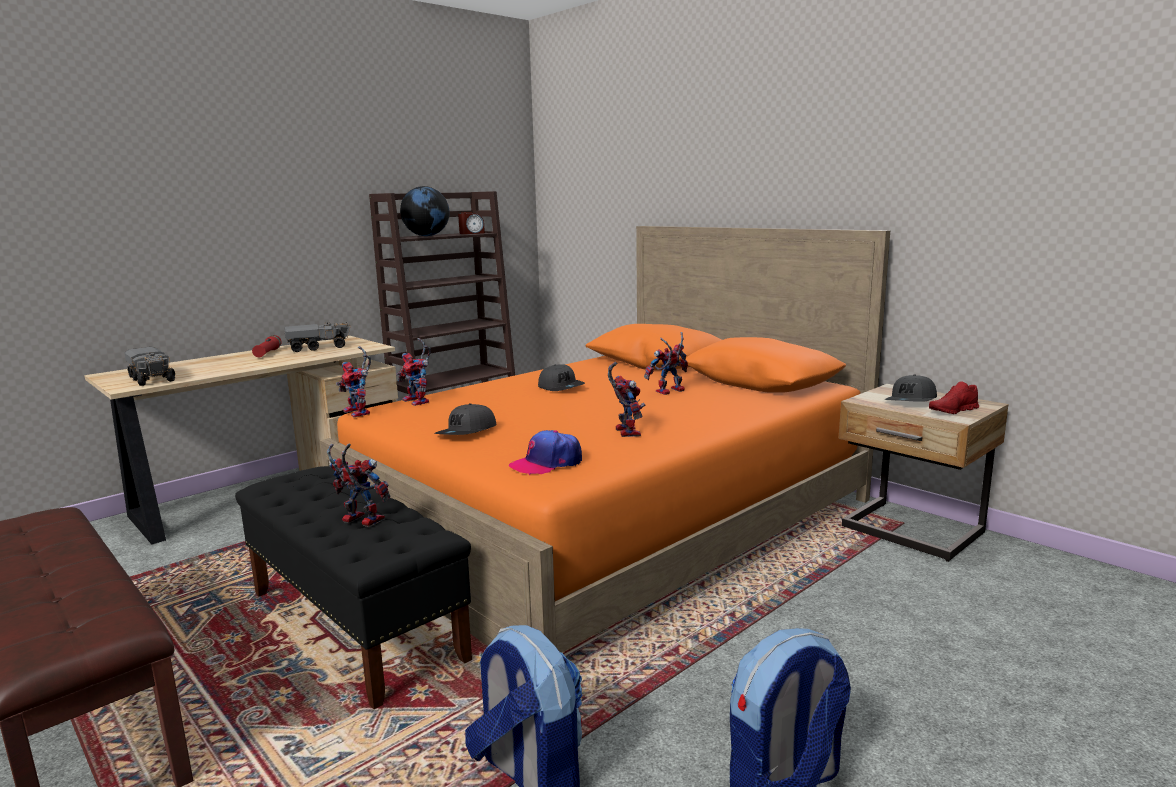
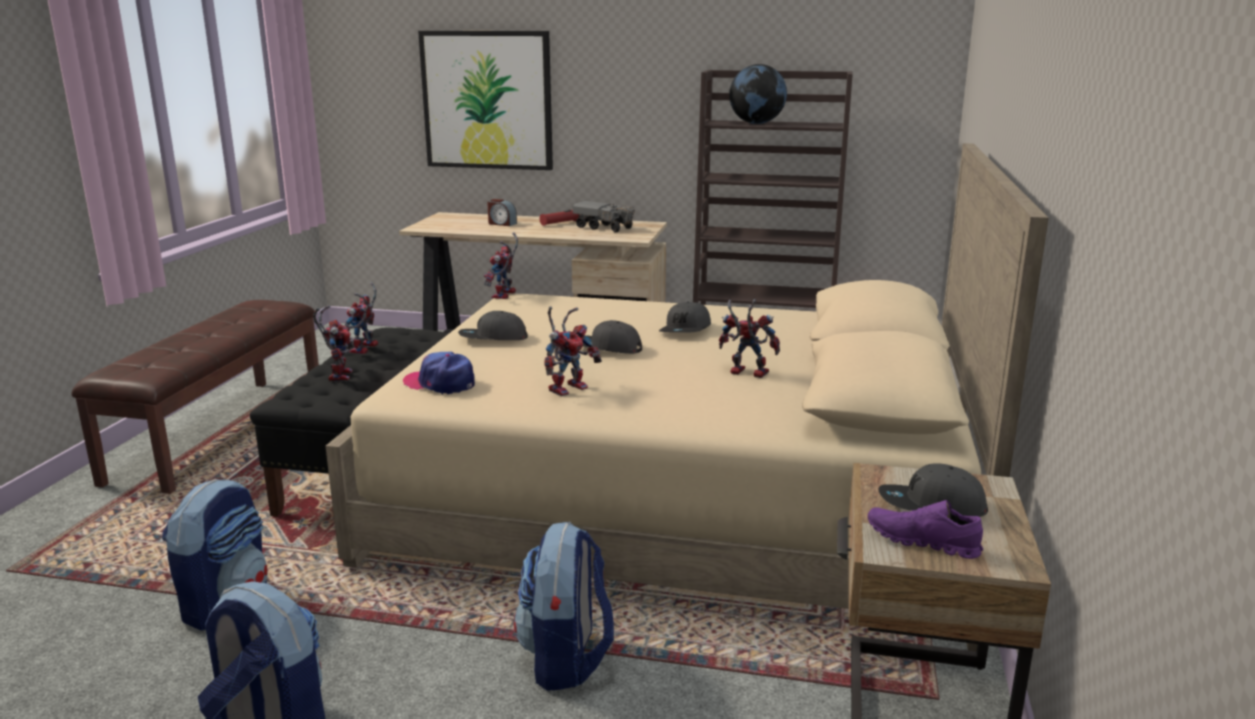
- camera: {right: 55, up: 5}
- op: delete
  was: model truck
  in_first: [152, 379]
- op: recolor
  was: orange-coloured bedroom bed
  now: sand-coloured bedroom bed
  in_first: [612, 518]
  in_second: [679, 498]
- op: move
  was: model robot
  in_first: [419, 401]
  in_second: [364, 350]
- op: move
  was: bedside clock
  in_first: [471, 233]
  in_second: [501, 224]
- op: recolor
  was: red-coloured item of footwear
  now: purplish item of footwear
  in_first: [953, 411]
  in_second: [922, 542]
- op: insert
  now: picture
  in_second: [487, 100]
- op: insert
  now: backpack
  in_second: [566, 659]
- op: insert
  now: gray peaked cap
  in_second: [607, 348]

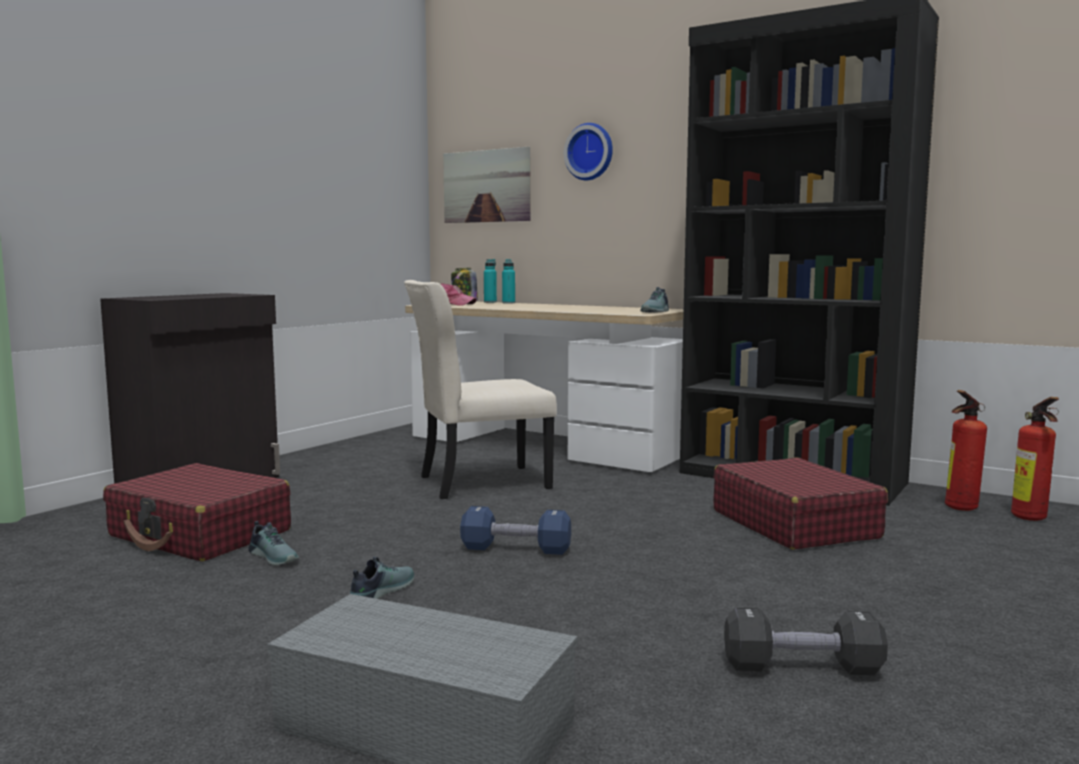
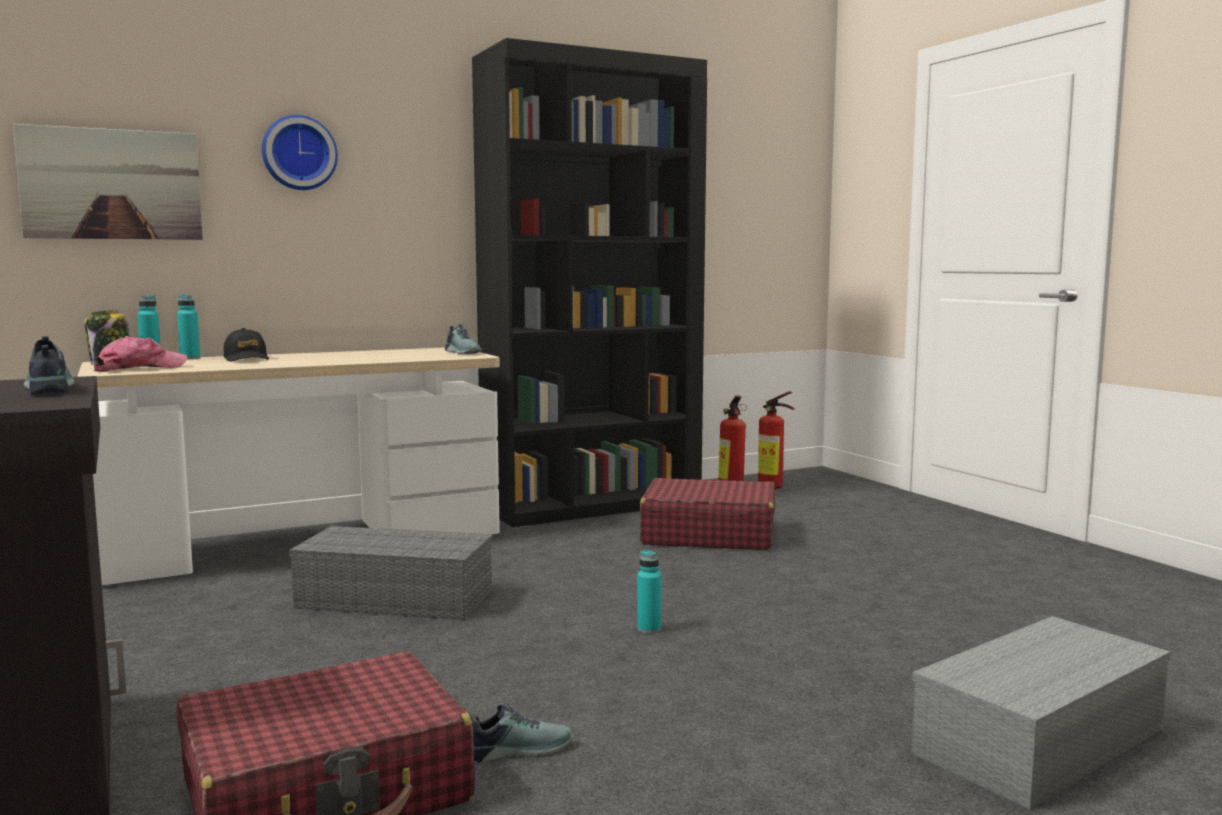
- camera: {right: -60, up: 0}
- op: move
  was: item of footwear
  in_first: [380, 591]
  in_second: [47, 389]
- op: replace
  was: sand-coloured upright chair
  now: gray storage box
  in_first: [478, 483]
  in_second: [392, 599]
- op: replace
  was: bluish dumbbell
  now: turquoise beverage bottle
  in_first: [516, 549]
  in_second: [649, 629]
- op: delete
  was: black-coloured dumbbell
  in_first: [802, 667]
- op: insert
  now: black-coloured peaked cap
  in_second: [246, 359]

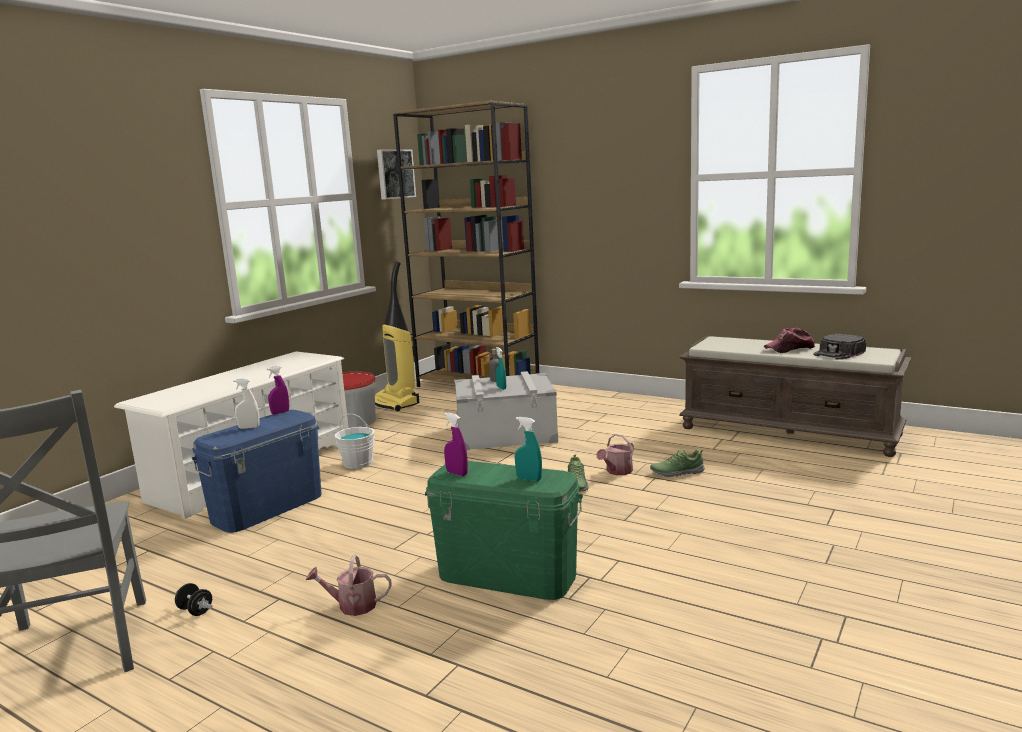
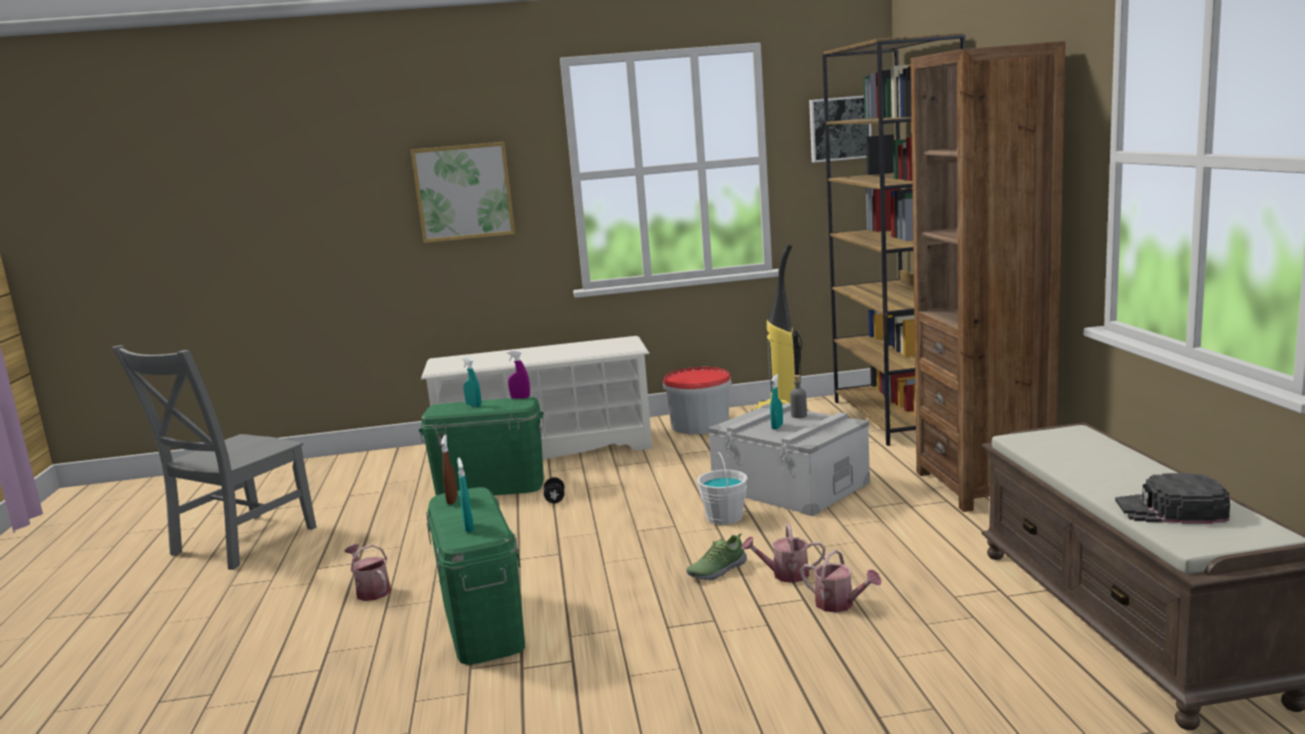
- camera: {right: 50, up: 0}
- op: move
  was: black-coloured dumbbell
  in_first: [195, 611]
  in_second: [555, 499]
- op: recolor
  was: bluish storage box
  now: greenish storage box
  in_first: [267, 507]
  in_second: [490, 487]
- op: recolor
  was: white-coloured hand sprayer
  now: turquoise hand sprayer
  in_first: [249, 427]
  in_second: [473, 405]
- op: move
  was: white-coloured pail
  in_first: [358, 463]
  in_second: [725, 517]
- op: recolor
  was: purplish hand sprayer
  now: brownish hand sprayer
  in_first: [457, 473]
  in_second: [452, 500]
- op: replace
  was: item of footwear
  now: sprinkling can
  in_first: [677, 472]
  in_second: [839, 604]
- op: delete
  was: peaked cap
  in_first: [789, 348]
- op: insert
  now: picture
  in_second: [464, 192]
- op: insert
  now: brownish shelving unit
  in_second: [983, 485]

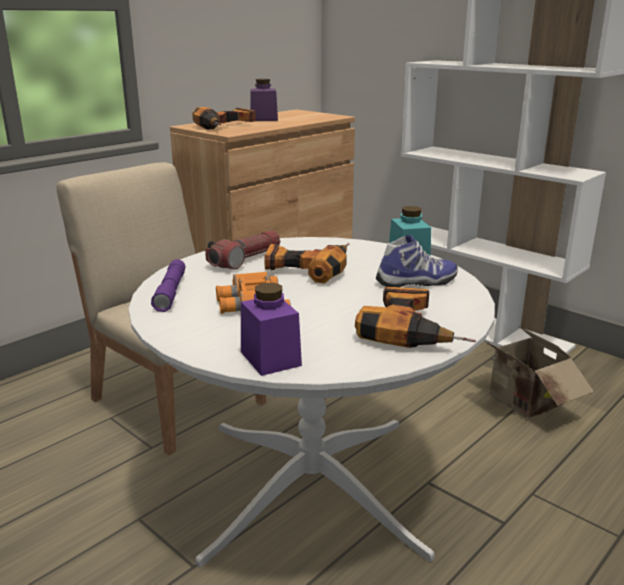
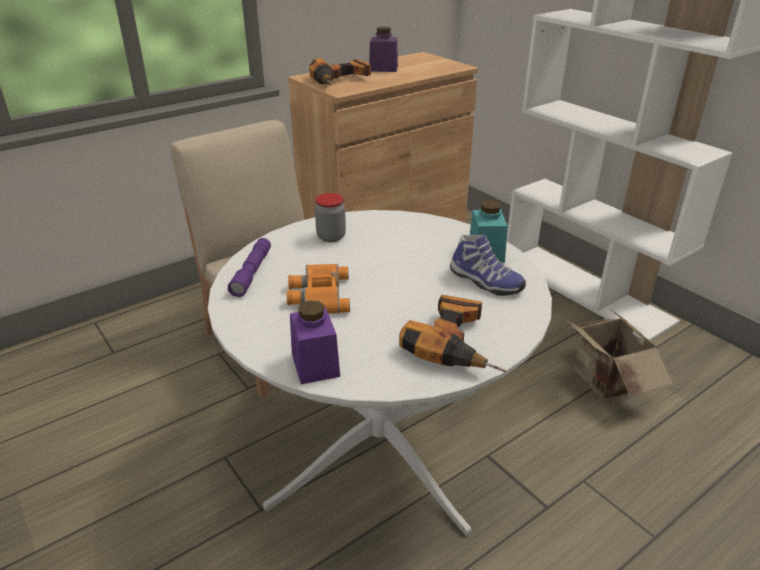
- camera: {right: 10, up: 10}
- op: replace
  was: torch
  now: jar
  in_first: [245, 260]
  in_second: [331, 237]
- op: delete
  was: power drill
  in_first: [307, 268]
- op: rotate
  was: item of footwear
  in_first: [417, 282]
  in_second: [484, 282]
  clockwise: 45

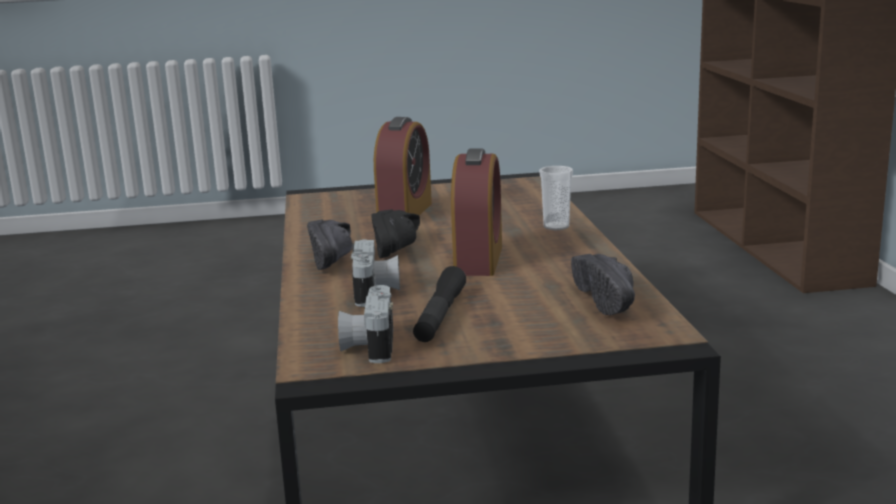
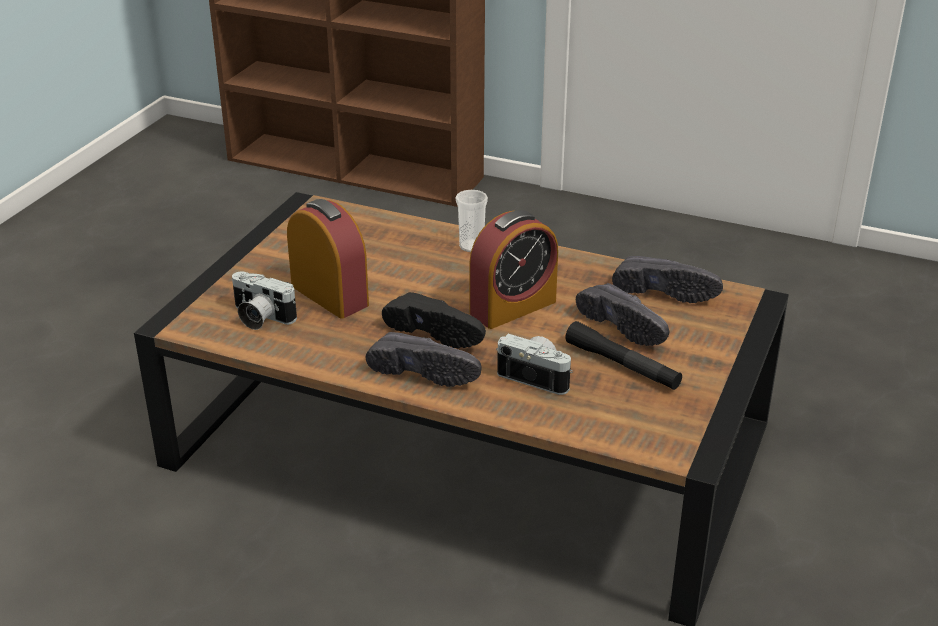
- camera: {right: -60, up: 15}
- op: move
  was: photo camera
  in_first: [368, 345]
  in_second: [259, 317]
- op: rotate
  was: bedside clock
  in_first: [478, 260]
  in_second: [513, 307]
  clockwise: 105
- op: insert
  now: black-coloured item of footwear
  in_second: [626, 326]

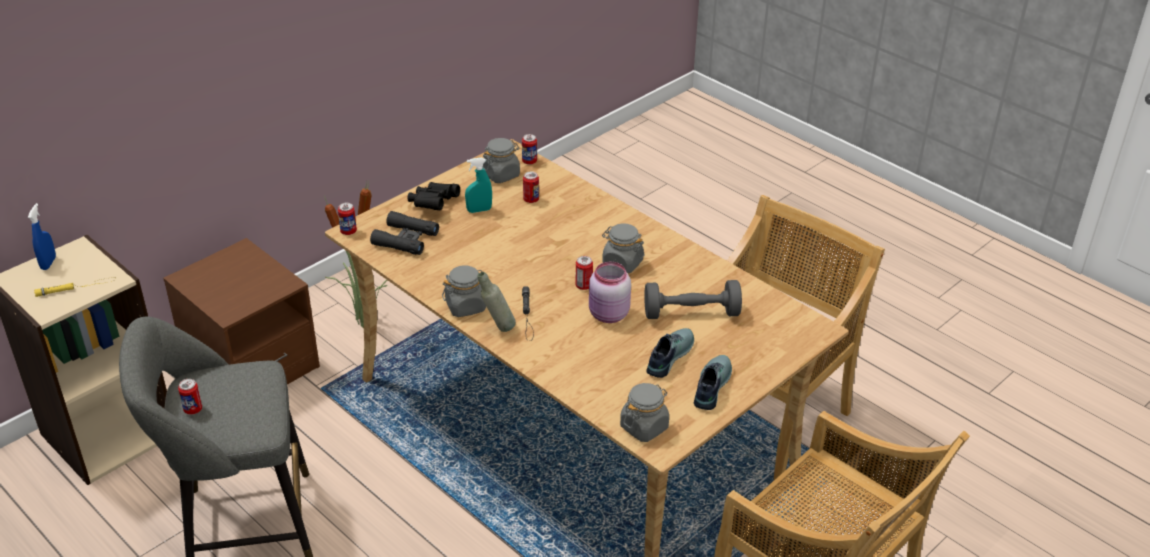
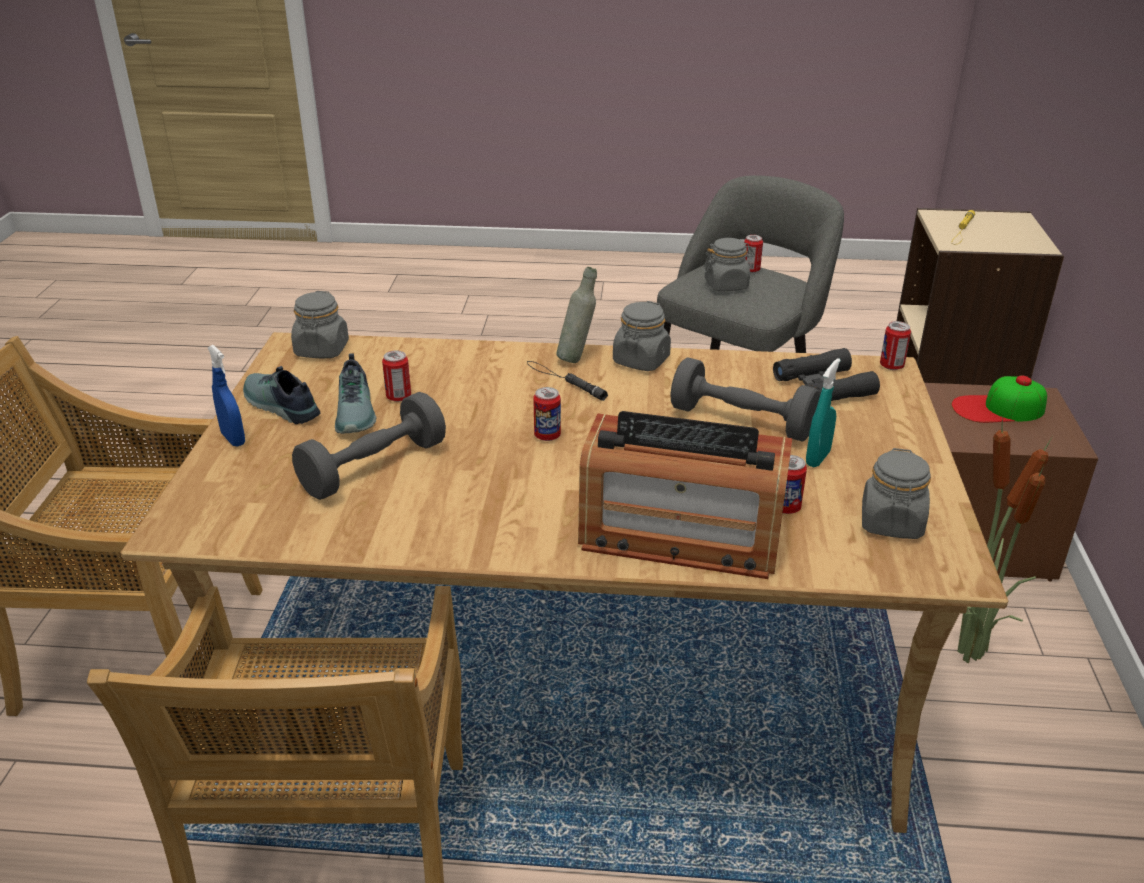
- camera: {right: 140, up: -5}
- op: move
  was: bluish hand sprayer
  in_first: [48, 263]
  in_second: [233, 439]
- op: delete
  was: black-coloured pair of binoculars
  in_first: [433, 204]
- op: move
  was: can
  in_first: [529, 161]
  in_second: [398, 397]
- op: delete
  was: pink jar
  in_first: [608, 315]
- op: move
  was: gray jar
  in_first: [622, 263]
  in_second: [726, 285]
- op: rotate
  was: item of footwear
  in_first: [710, 386]
  in_second: [279, 406]
  clockwise: 150
- op: insert
  now: radio receiver
  in_second: [680, 536]
- op: insert
  now: gray dumbbell
  in_second: [741, 421]
- op: insert
  now: peaked cap
  in_second: [998, 408]

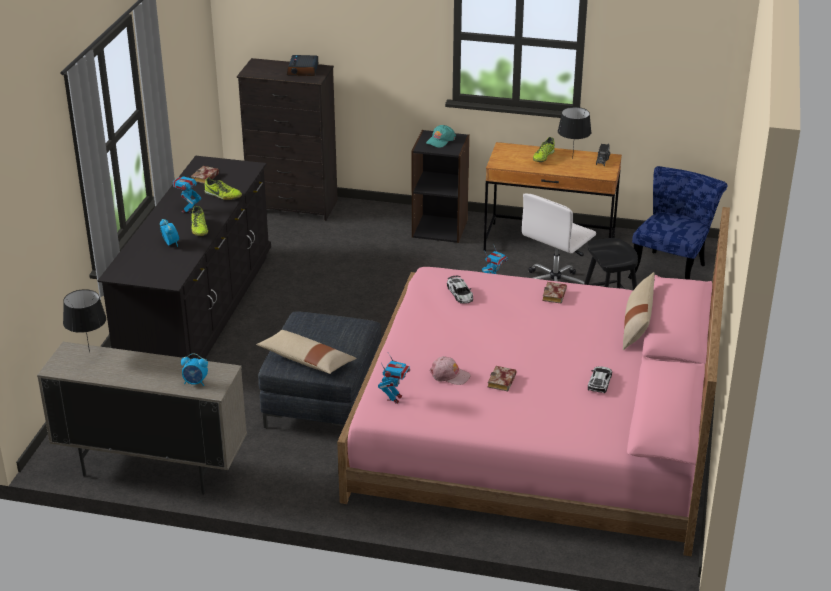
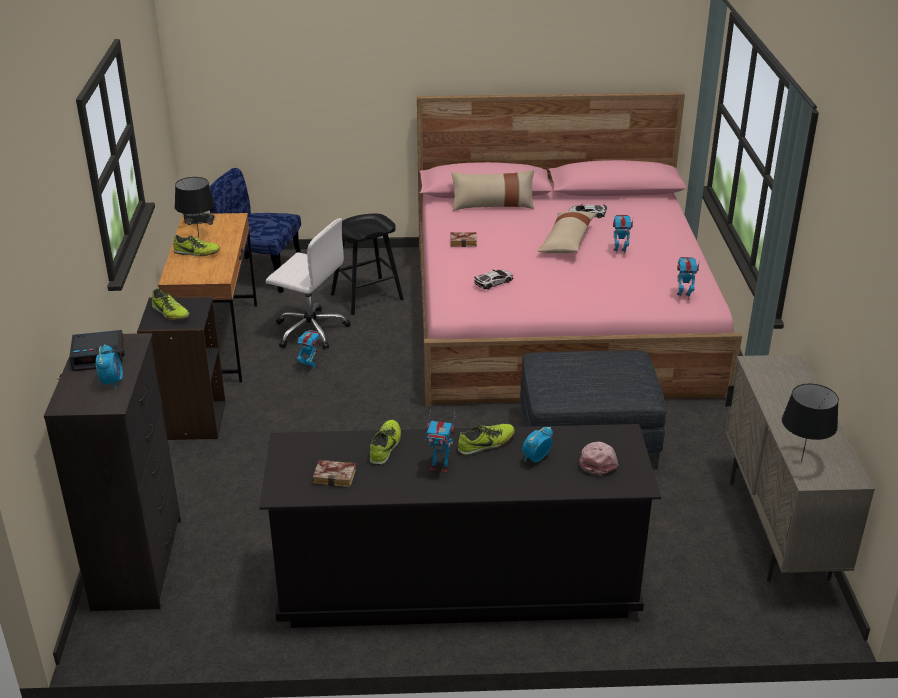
- camera: {right: -105, up: 0}
- op: move
  was: bedside clock
  in_first: [195, 382]
  in_second: [112, 382]
- op: move
  was: sand-coloured pillow
  in_first: [306, 360]
  in_second: [567, 241]
- op: replace
  was: turquoise peaked cap
  now: item of footwear
  in_first: [440, 140]
  in_second: [170, 313]
- op: move
  was: pink peaked cap
  in_first: [449, 375]
  in_second: [598, 460]
- op: replace
  was: bound book
  now: model robot
  in_first: [502, 382]
  in_second: [620, 252]

